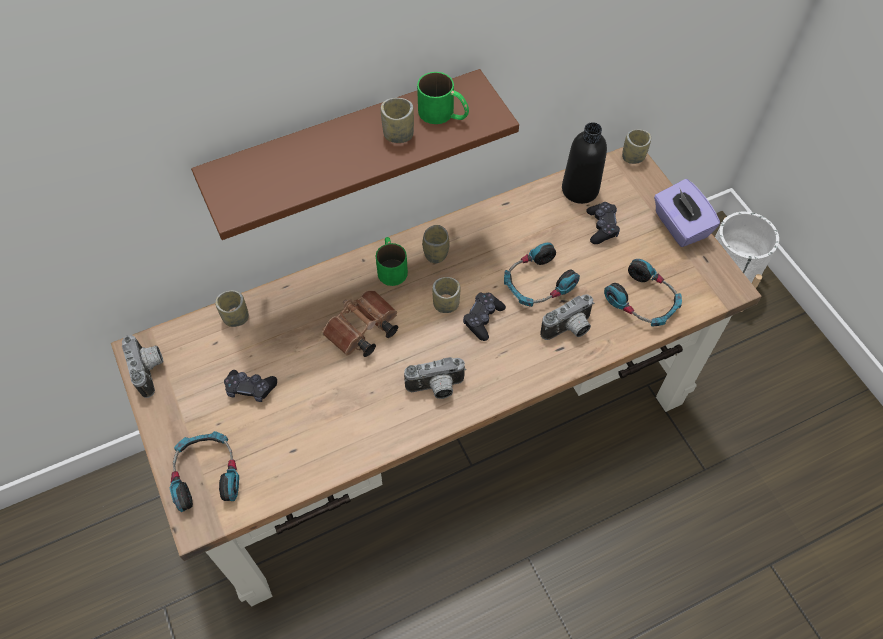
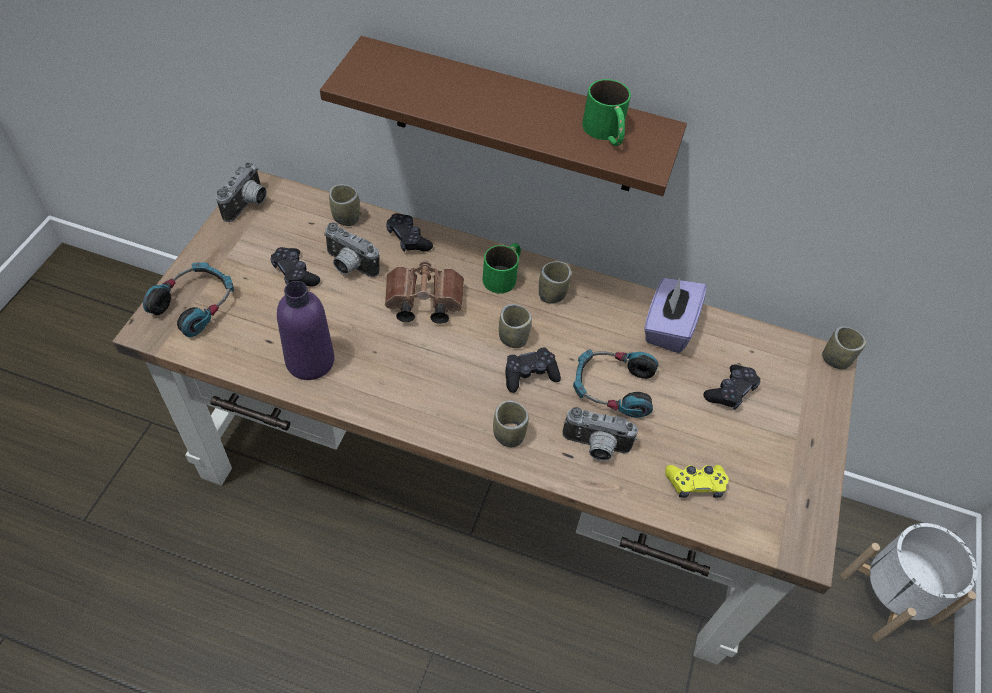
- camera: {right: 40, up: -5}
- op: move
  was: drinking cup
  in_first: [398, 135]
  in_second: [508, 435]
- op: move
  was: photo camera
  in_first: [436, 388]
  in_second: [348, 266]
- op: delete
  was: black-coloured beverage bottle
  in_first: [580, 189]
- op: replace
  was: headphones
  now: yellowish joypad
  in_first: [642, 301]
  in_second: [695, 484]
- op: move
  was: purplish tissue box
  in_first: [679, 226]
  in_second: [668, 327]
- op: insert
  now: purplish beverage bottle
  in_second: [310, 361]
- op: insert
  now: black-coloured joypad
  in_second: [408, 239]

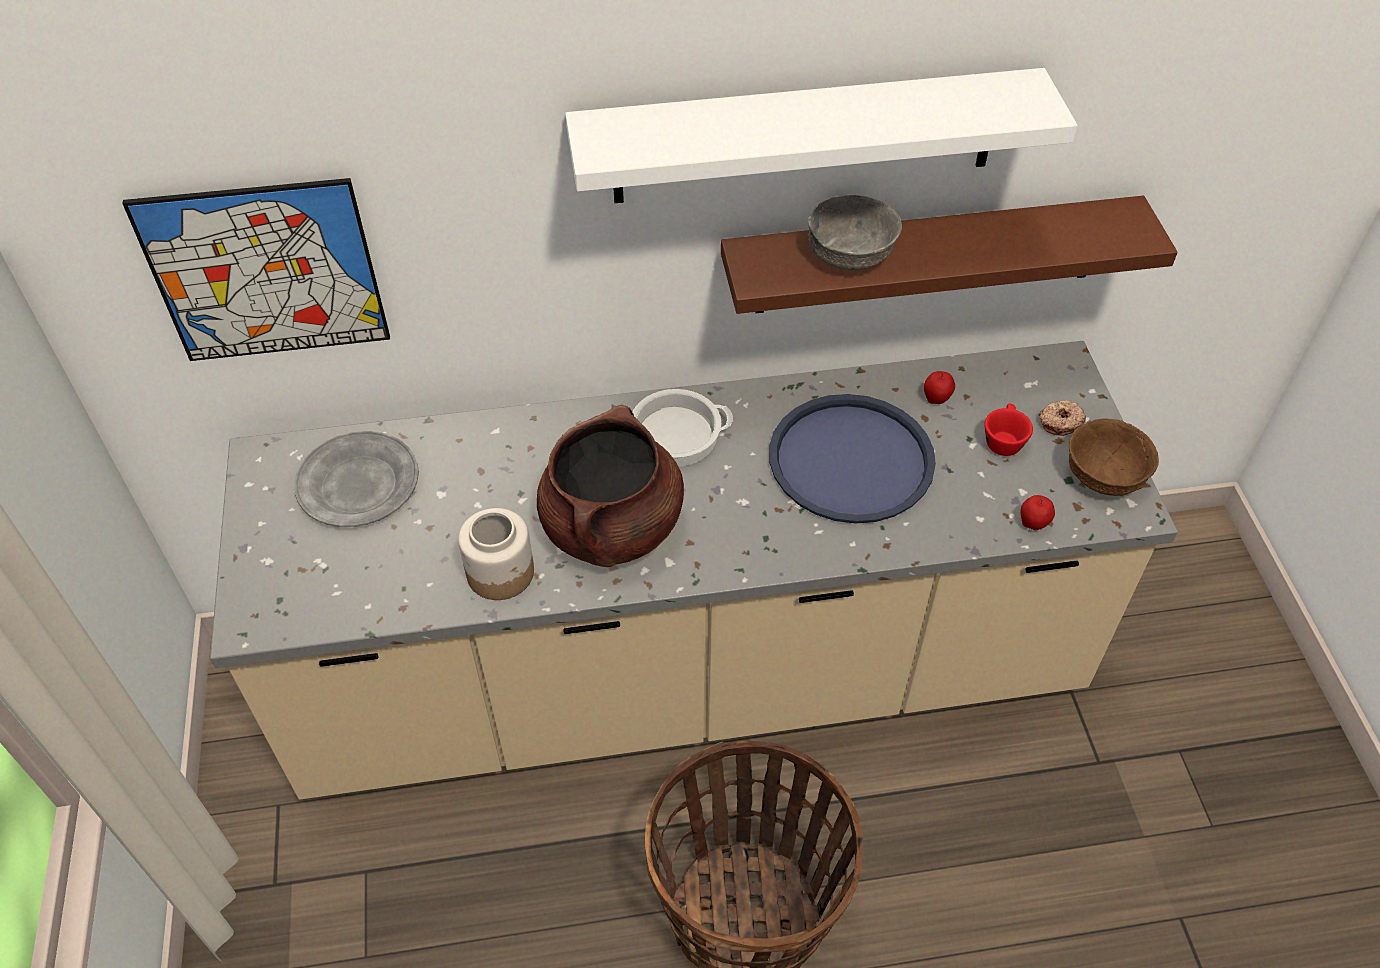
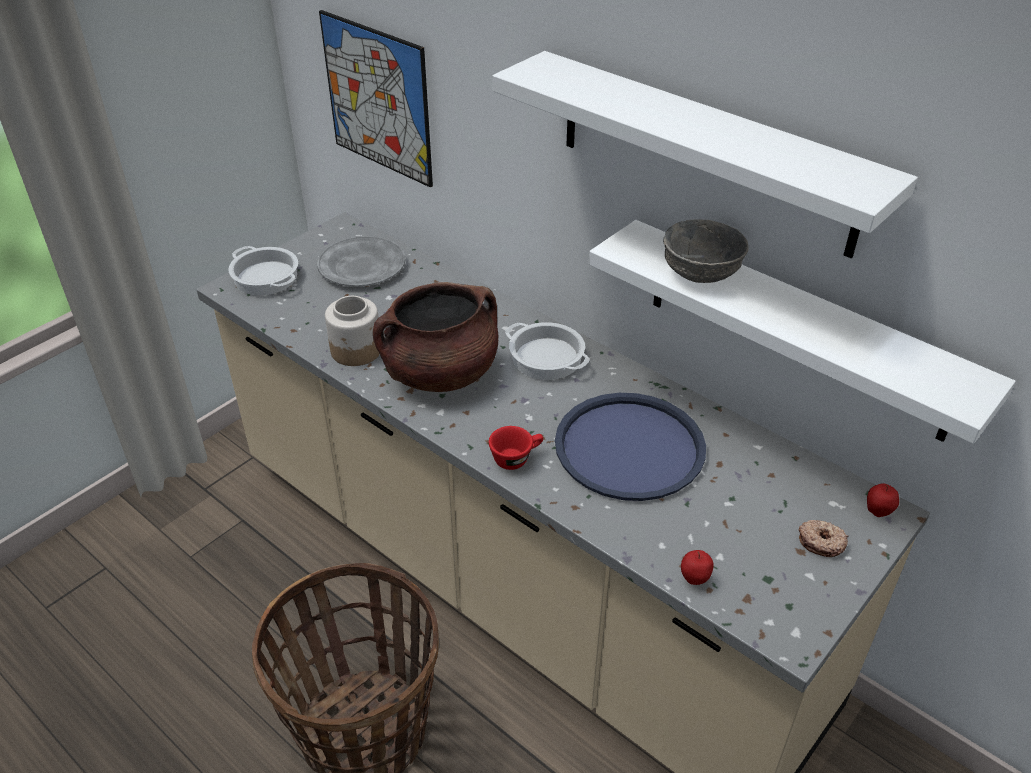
- camera: {right: 50, up: -10}
- op: recolor
  was: brownish bracket shelf
  now: white-coloured bracket shelf
  in_first: [928, 255]
  in_second: [796, 329]
- op: move
  was: whole apple
  in_first: [936, 400]
  in_second: [878, 512]
- op: move
  was: red-coloured drinking cup
  in_first: [1003, 439]
  in_second: [516, 458]
- op: delete
  was: brownish serving bowl
  in_first: [1102, 476]
- op: insert
  now: cooking pot
  in_second: [266, 277]

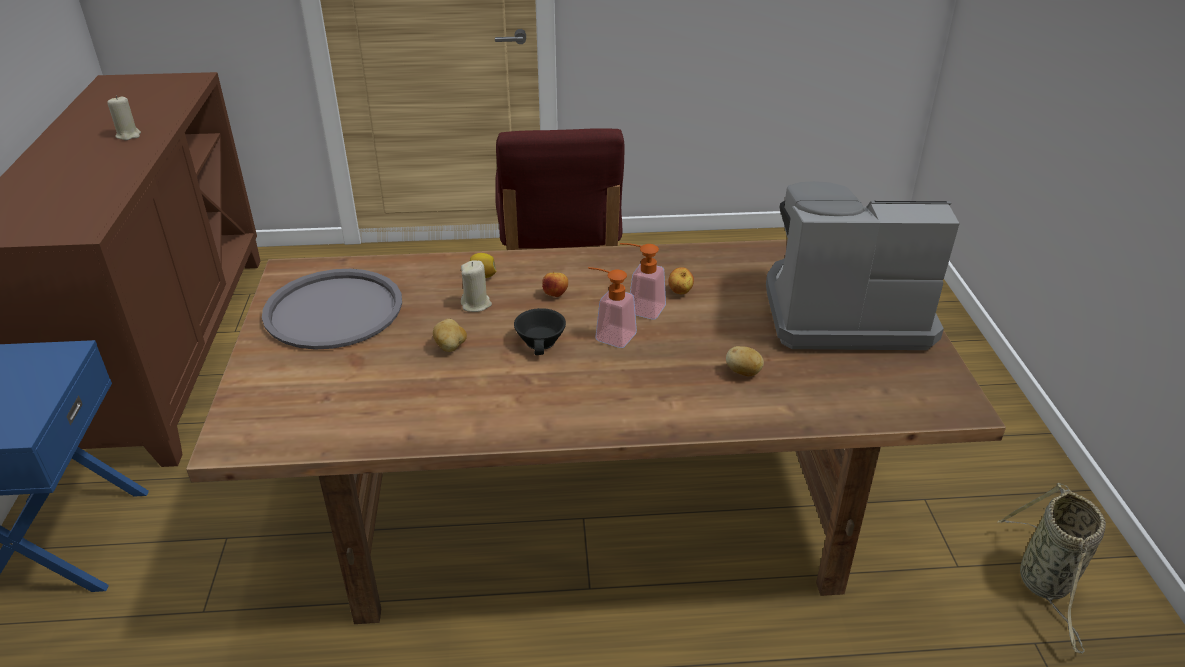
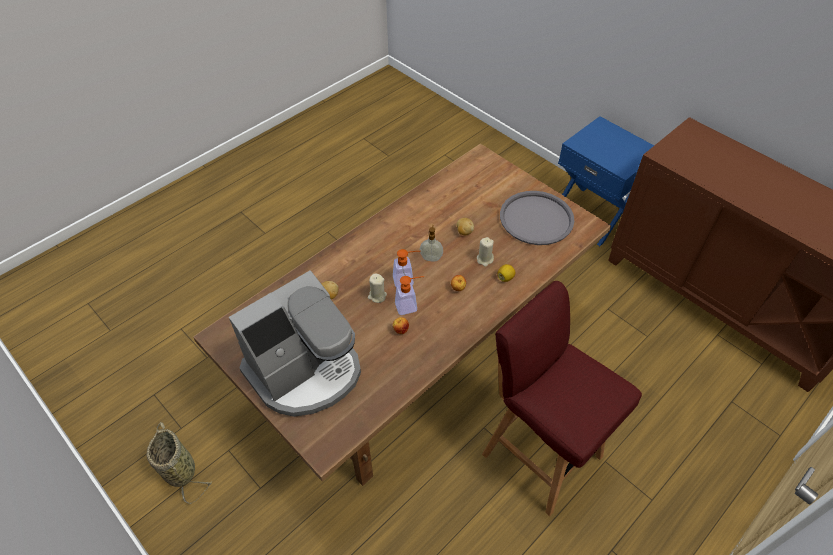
- camera: {right: 140, up: 15}
- op: move
  was: sand-coloured candle
  in_first: [128, 135]
  in_second: [377, 296]
- op: replace
  was: black-coloured drinking cup
  now: soap bottle
  in_first: [542, 342]
  in_second: [431, 258]

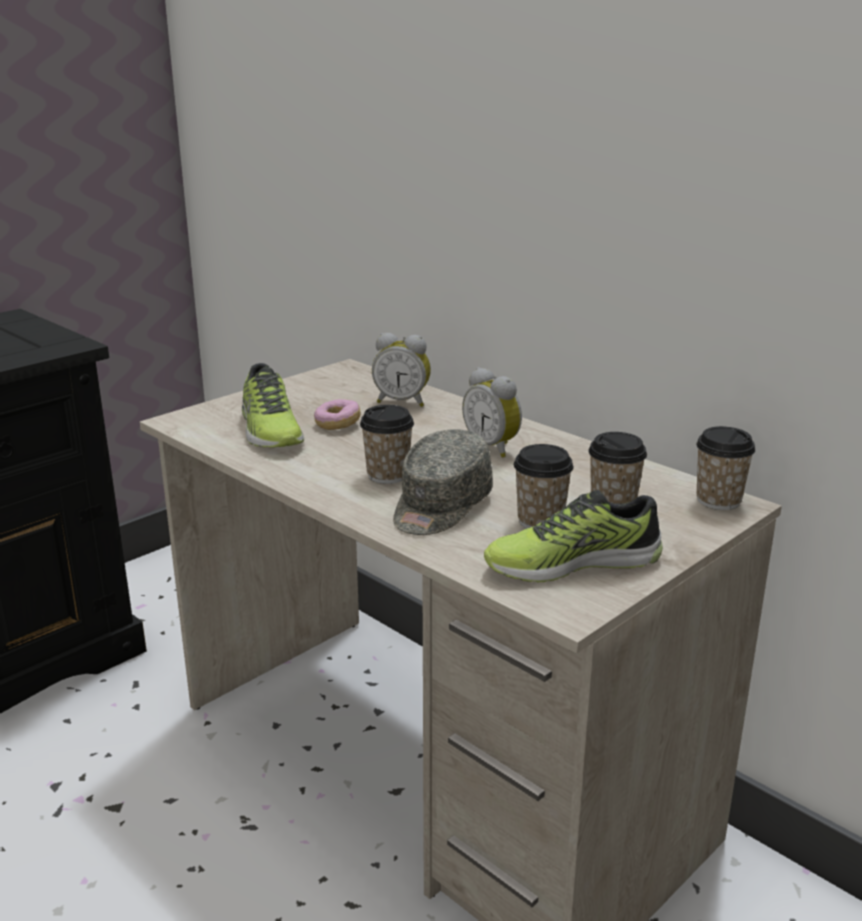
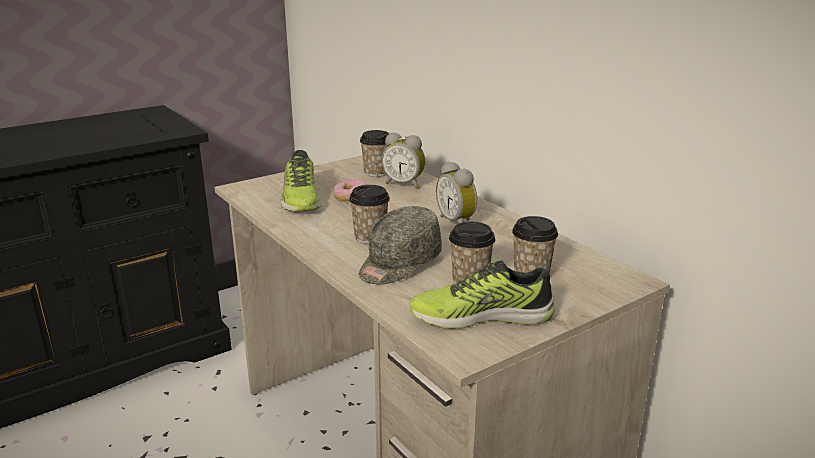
- camera: {right: 10, up: 0}
- op: move
  was: drinking cup
  in_first: [718, 500]
  in_second: [376, 172]

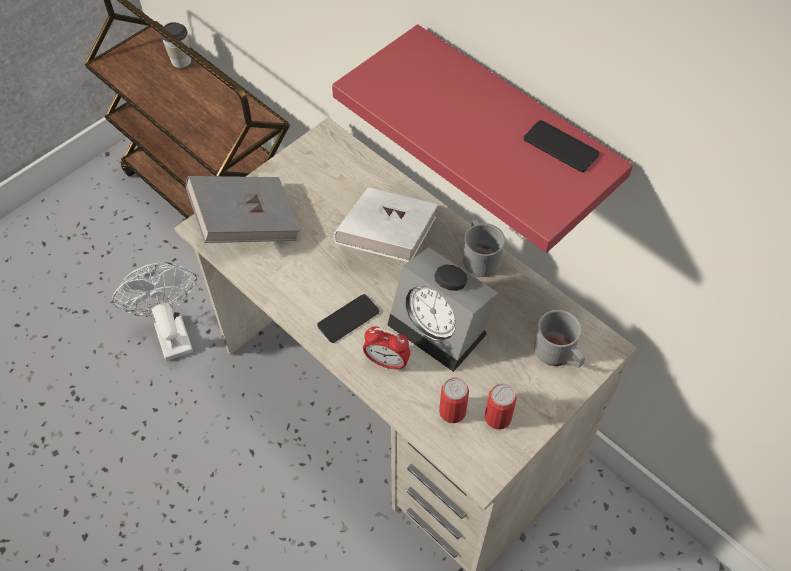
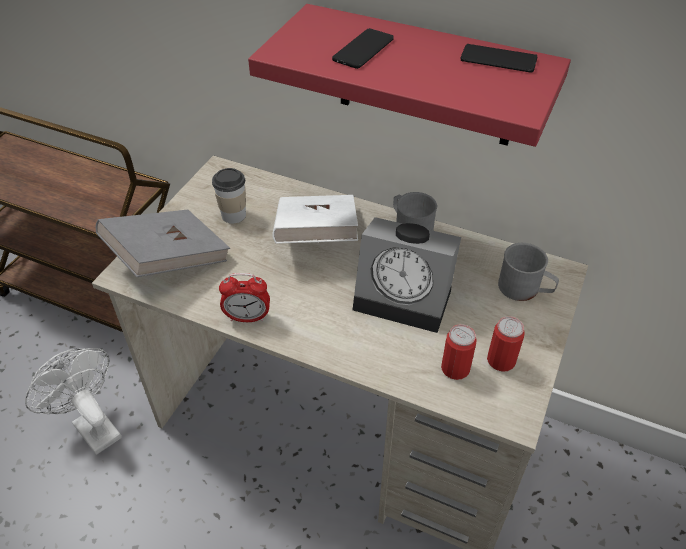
- camera: {right: -20, up: -10}
- op: move
  was: drinking cup
  in_first: [181, 61]
  in_second: [234, 215]
- op: move
  was: phone
  in_first: [348, 318]
  in_second: [363, 49]
- op: move
  was: bedside clock
  in_first: [386, 362]
  in_second: [247, 317]

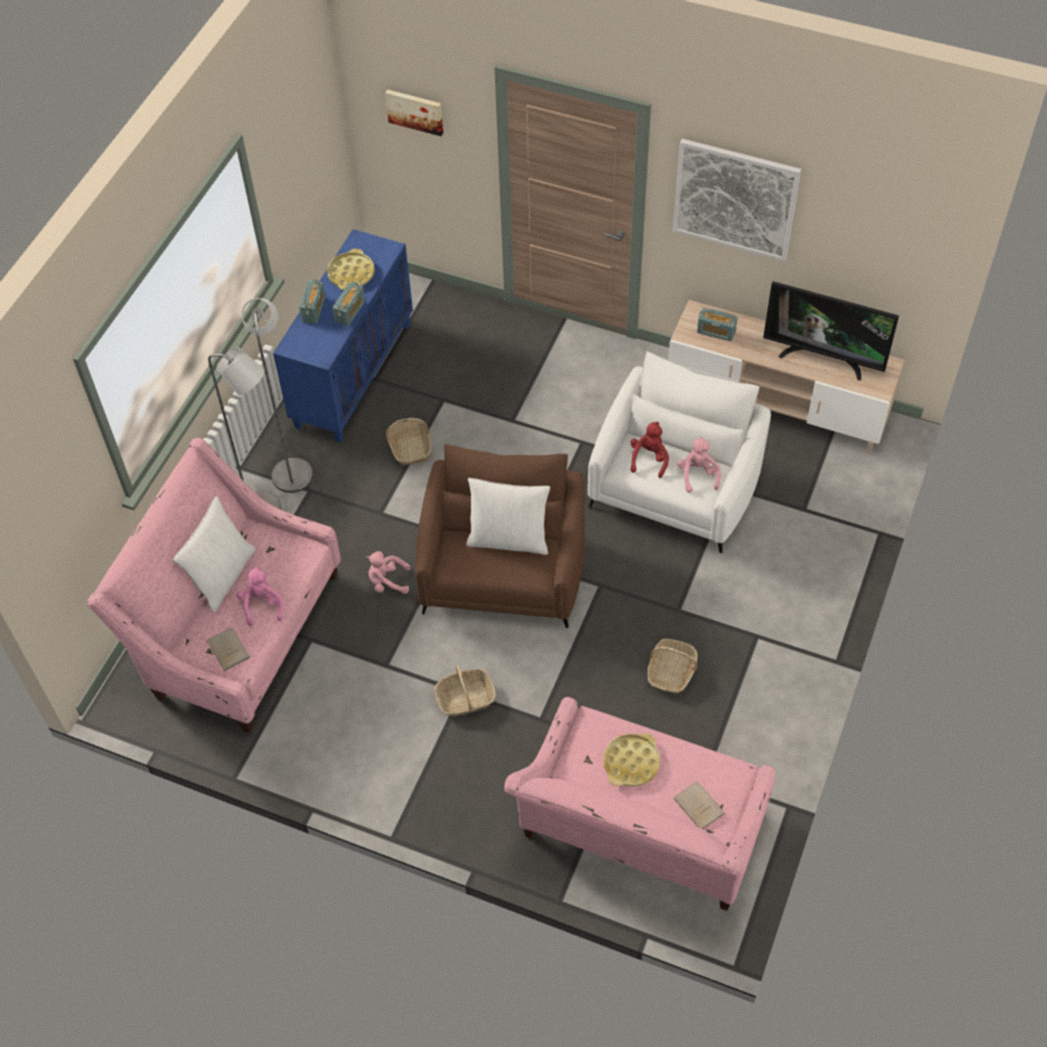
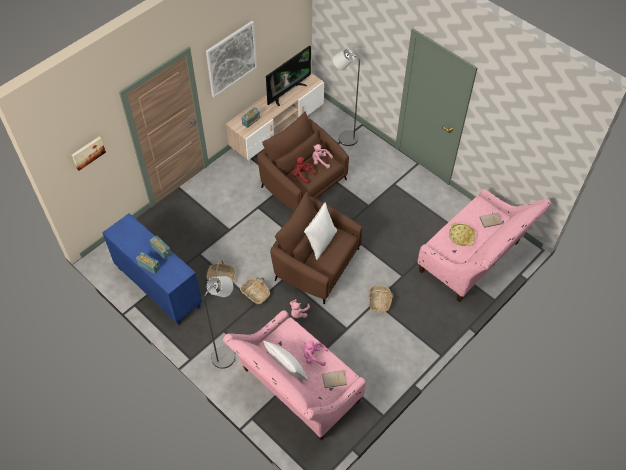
- camera: {right: -70, up: 0}
- op: move
  was: gray standard lamp
  in_first: [292, 469]
  in_second: [344, 137]
- op: delete
  was: yellowish tray
  in_first: [351, 274]
- op: recolor
  was: white-coloured lounge chair
  now: brownish lounge chair
  in_first: [675, 488]
  in_second: [303, 182]
- op: move
  was: basket
  in_first: [671, 671]
  in_second: [255, 294]

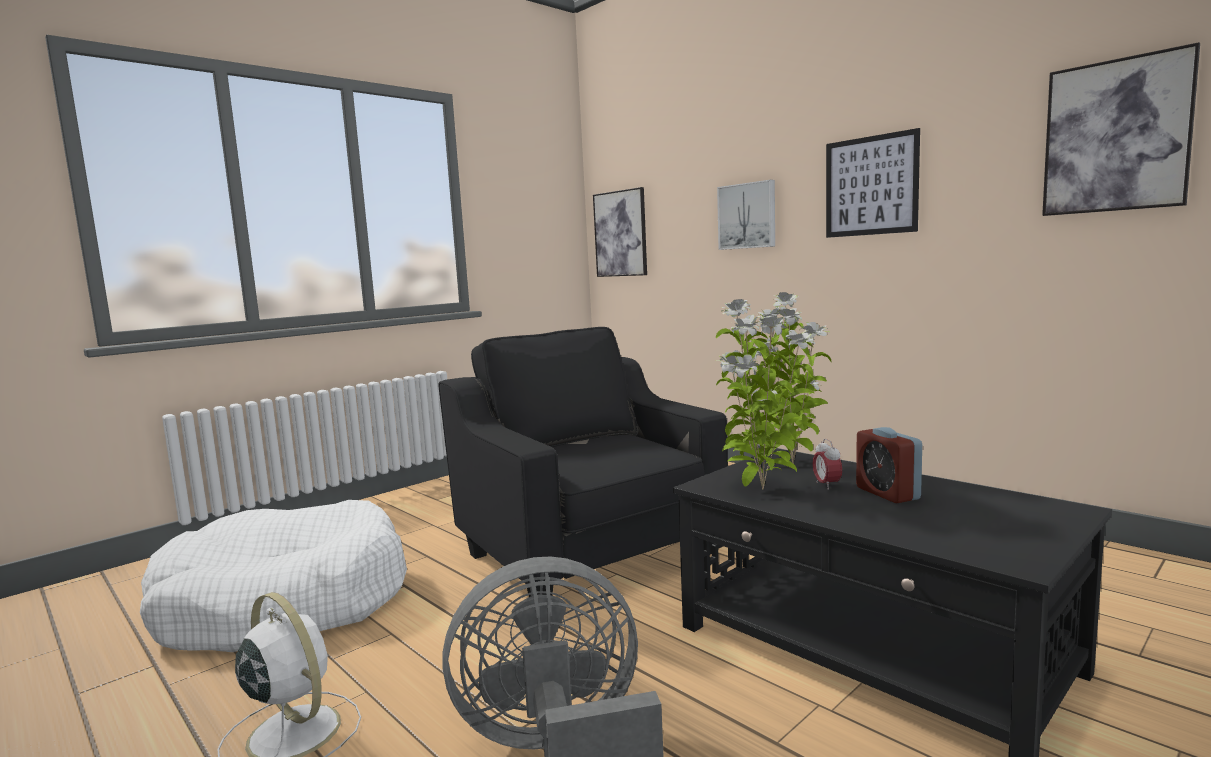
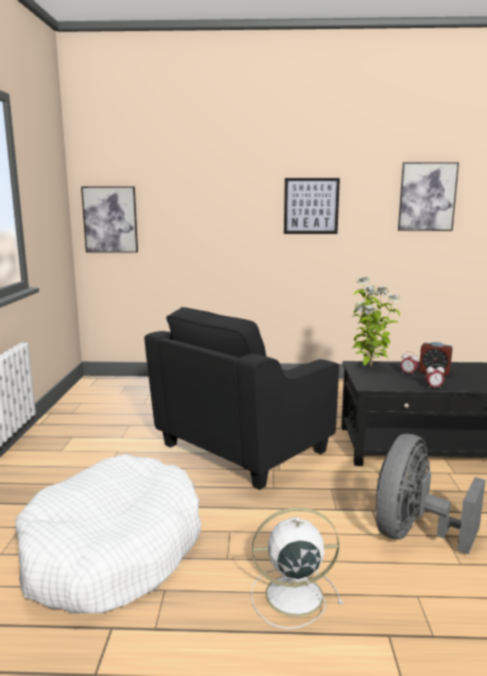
- camera: {right: -45, up: 5}
- op: rotate
  was: black-coloured lounge chair
  in_first: [590, 552]
  in_second: [242, 448]
  clockwise: -60
- op: delete
  was: plant in a pot
  in_first: [761, 490]
- op: delete
  was: picture
  in_first: [747, 216]
- op: insert
  now: bedside clock
  in_second: [433, 388]

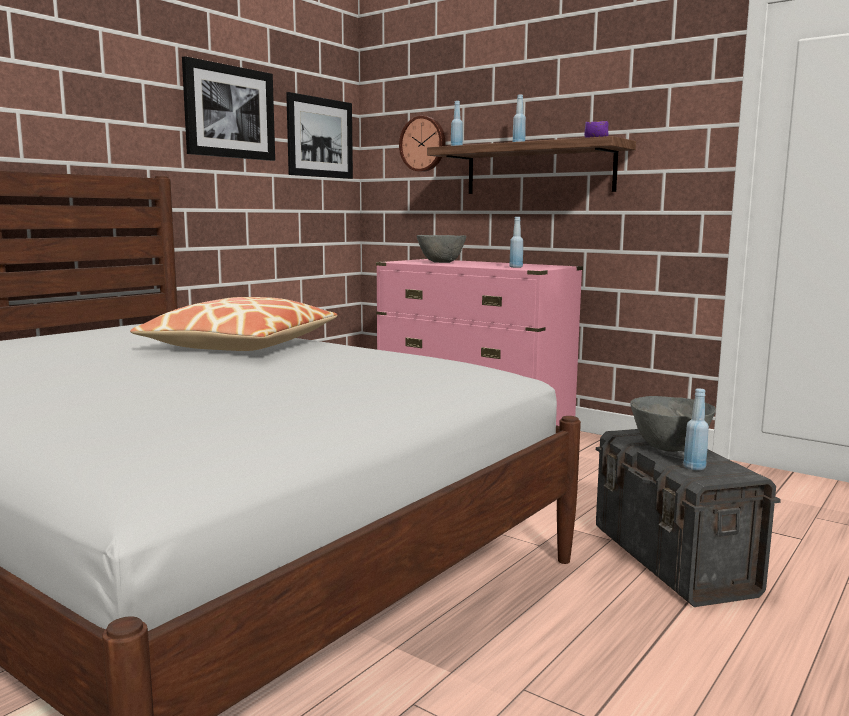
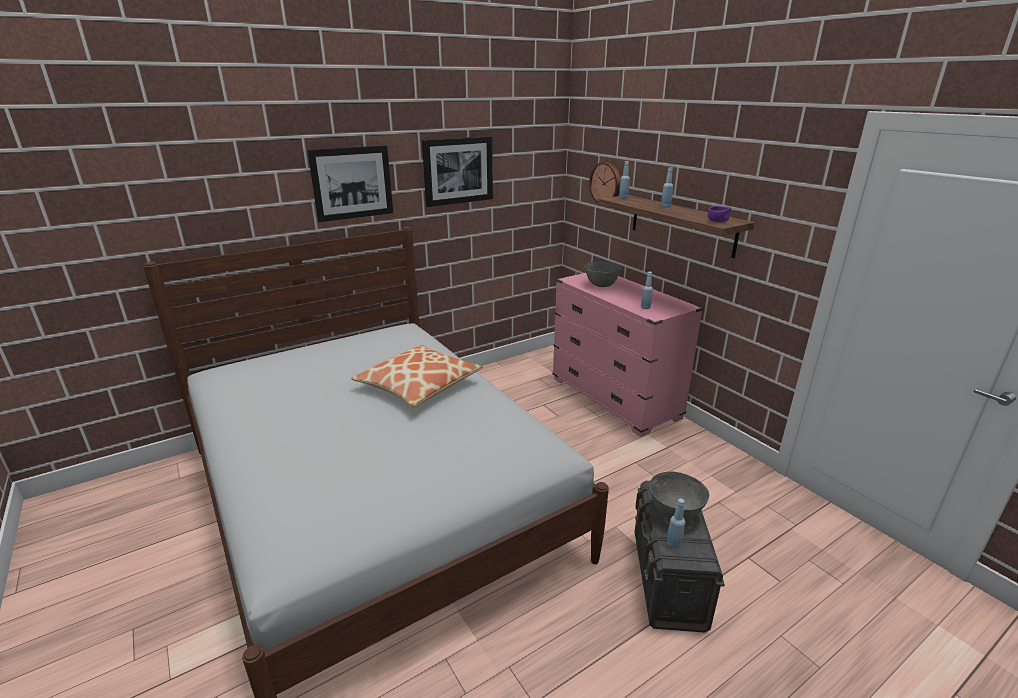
- camera: {right: 20, up: 15}
- op: move
  was: picture
  in_first: [320, 137]
  in_second: [352, 183]

